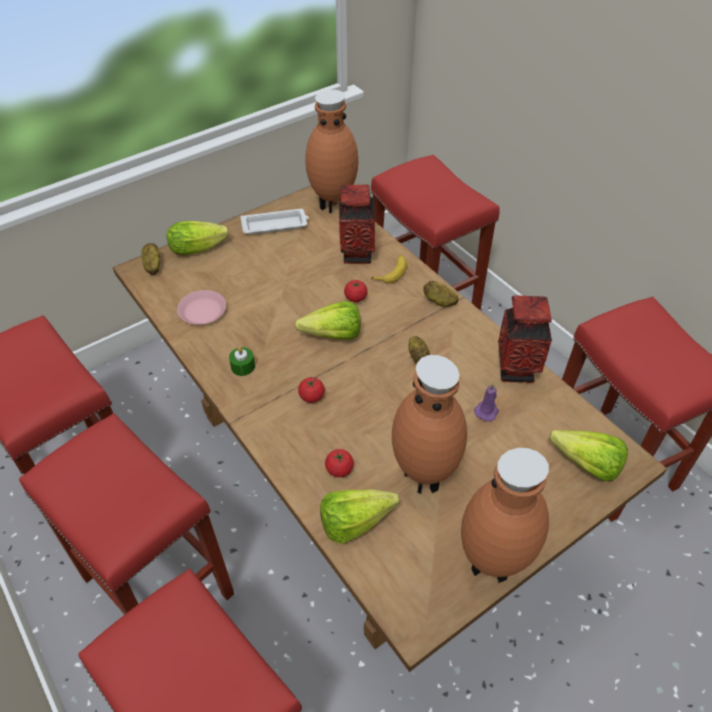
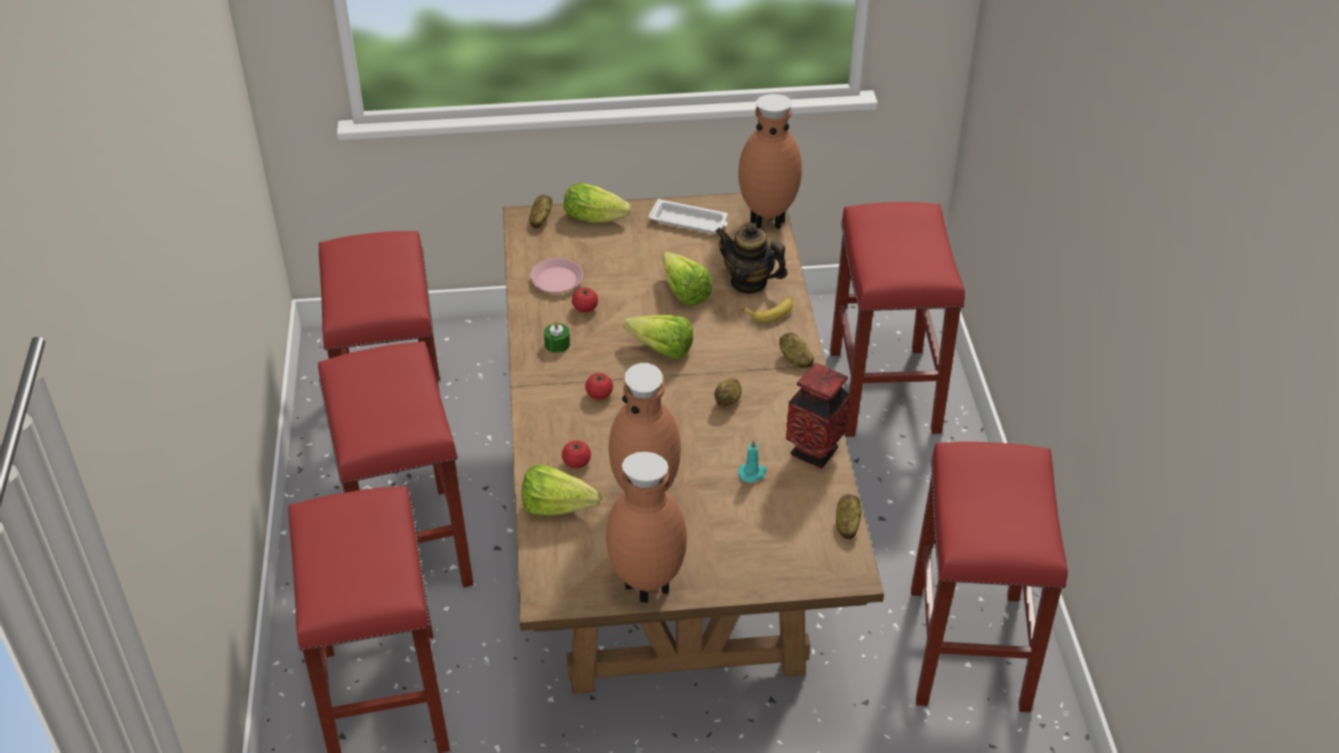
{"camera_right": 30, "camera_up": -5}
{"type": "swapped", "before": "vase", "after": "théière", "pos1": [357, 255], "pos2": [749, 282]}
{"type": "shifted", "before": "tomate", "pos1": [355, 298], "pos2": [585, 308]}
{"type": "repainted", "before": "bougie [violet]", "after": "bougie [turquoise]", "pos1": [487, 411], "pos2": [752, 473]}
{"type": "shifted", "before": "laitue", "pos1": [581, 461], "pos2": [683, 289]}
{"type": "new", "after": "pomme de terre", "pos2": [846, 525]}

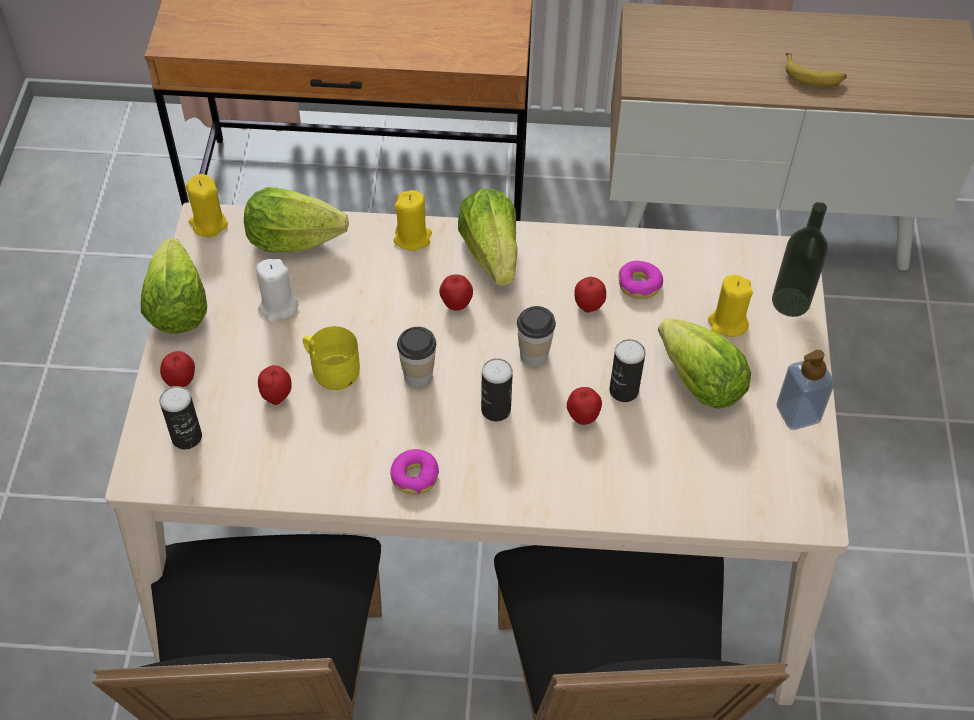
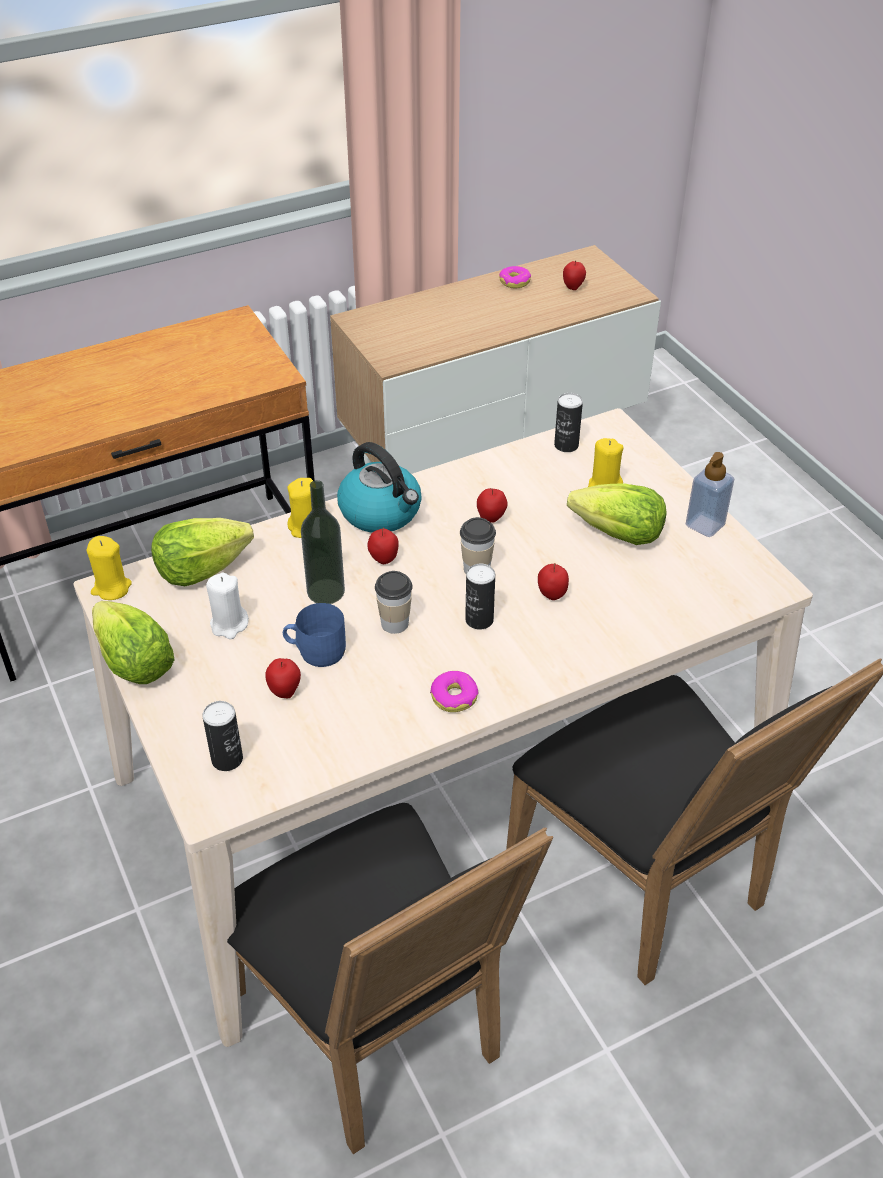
{"camera_right": -30, "camera_up": -10}
{"type": "shifted", "before": "pomme", "pos1": [181, 382], "pos2": [573, 287]}
{"type": "repainted", "before": "mug [jaune]", "after": "mug [bleu]", "pos1": [331, 368], "pos2": [315, 650]}
{"type": "swapped", "before": "laitue", "after": "bouilloire", "pos1": [491, 253], "pos2": [381, 512]}
{"type": "shifted", "before": "boîte métallique", "pos1": [623, 390], "pos2": [566, 445]}
{"type": "shifted", "before": "beignet", "pos1": [639, 285], "pos2": [515, 282]}
{"type": "shifted", "before": "bouteille", "pos1": [790, 302], "pos2": [326, 591]}
{"type": "gone", "before": "banane", "pos1": [813, 76]}

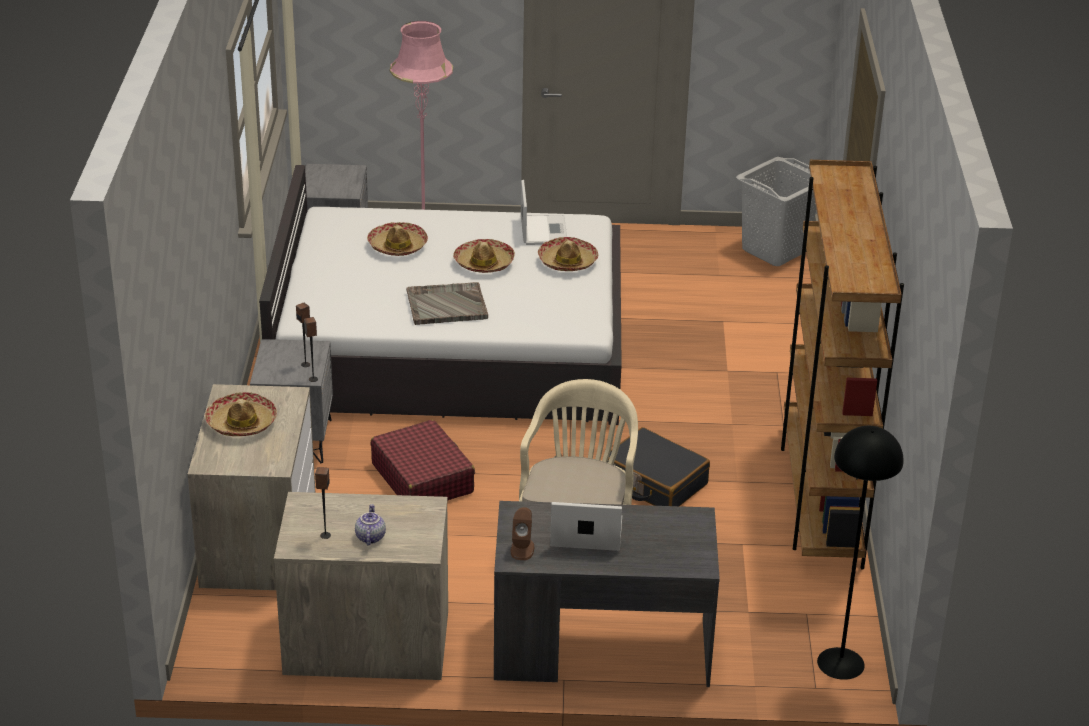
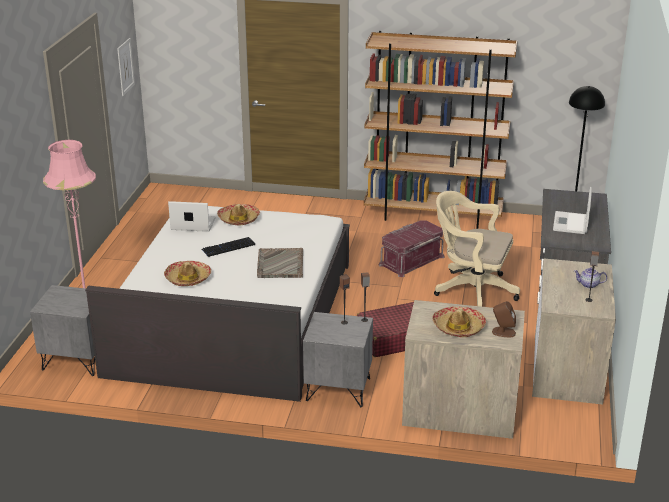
{"camera_right": -80, "camera_up": -5}
{"type": "swapped", "before": "chapeau", "after": "clavier", "pos1": [484, 263], "pos2": [228, 247]}
{"type": "shifted", "before": "enceinte [marron]", "pos1": [522, 549], "pos2": [503, 332]}
{"type": "swapped", "before": "valise [noir]", "after": "boîte de rangement [rouge]", "pos1": [654, 482], "pos2": [411, 260]}
{"type": "gone", "before": "panier à linge [gris]", "pos1": [775, 250]}
{"type": "new", "after": "tableau", "pos2": [125, 66]}

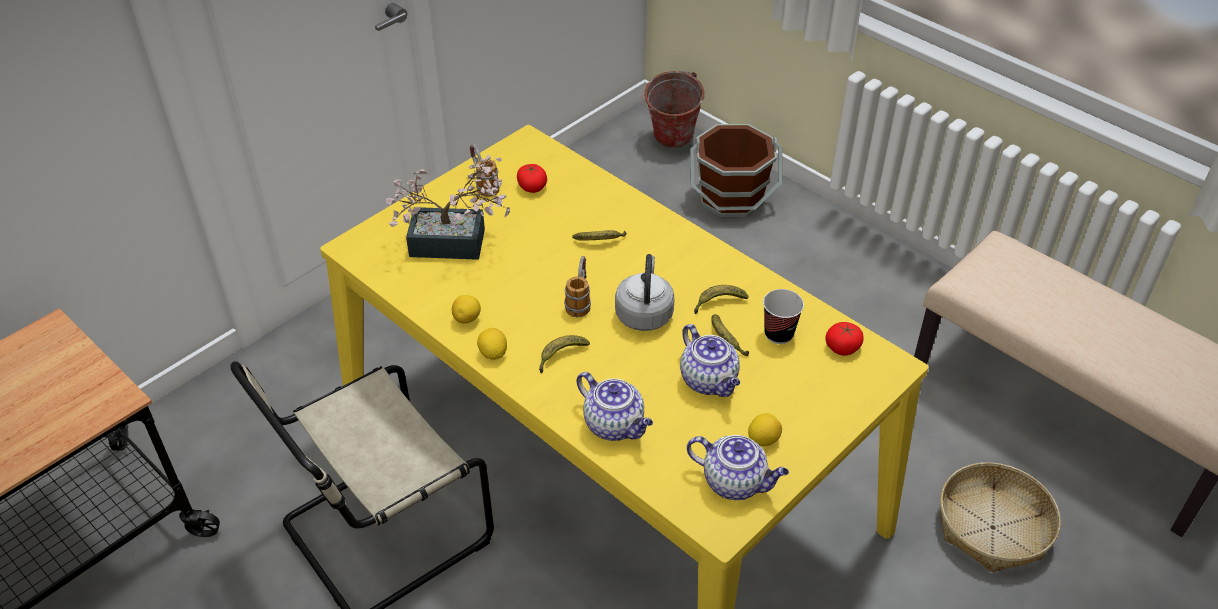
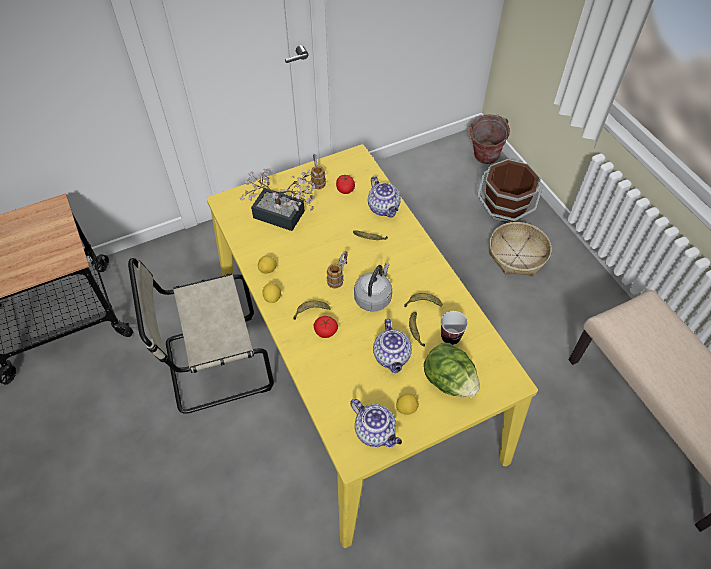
{"camera_right": 20, "camera_up": 10}
{"type": "shifted", "before": "théière", "pos1": [615, 425], "pos2": [384, 208]}
{"type": "shifted", "before": "tomate", "pos1": [842, 347], "pos2": [325, 331]}
{"type": "shifted", "before": "panier", "pos1": [993, 527], "pos2": [517, 255]}
{"type": "new", "after": "laitue", "pos2": [449, 381]}

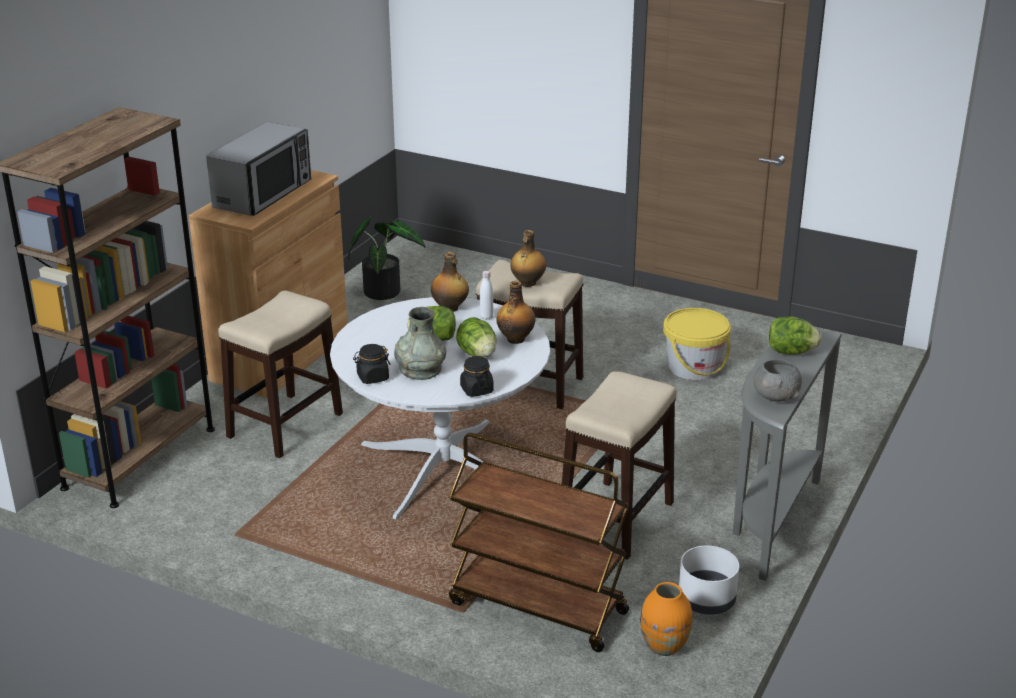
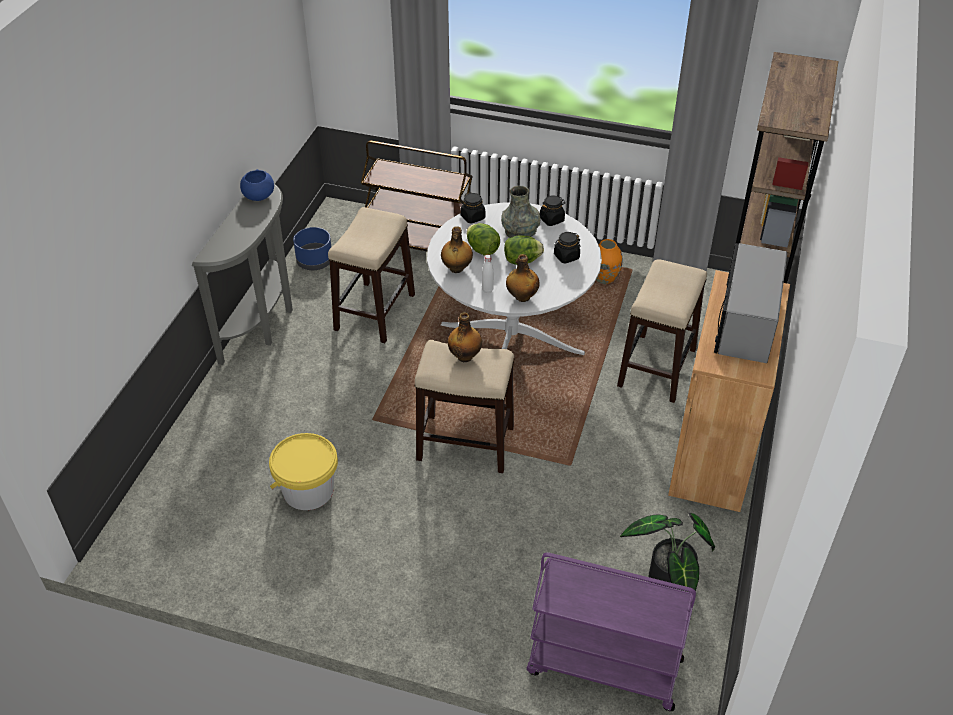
{"camera_right": 170, "camera_up": 15}
{"type": "shifted", "before": "vase [orange]", "pos1": [664, 647], "pos2": [604, 278]}
{"type": "repainted", "before": "cache-pot [blanc]", "after": "cache-pot [bleu]", "pos1": [707, 600], "pos2": [314, 261]}
{"type": "repainted", "before": "bol [gris]", "after": "bol [bleu]", "pos1": [775, 396], "pos2": [258, 196]}
{"type": "gone", "before": "laitue", "pos1": [790, 352]}
{"type": "new", "after": "chariot [violet]", "pos2": [603, 667]}
{"type": "new", "after": "bocal [noir]", "pos2": [566, 257]}

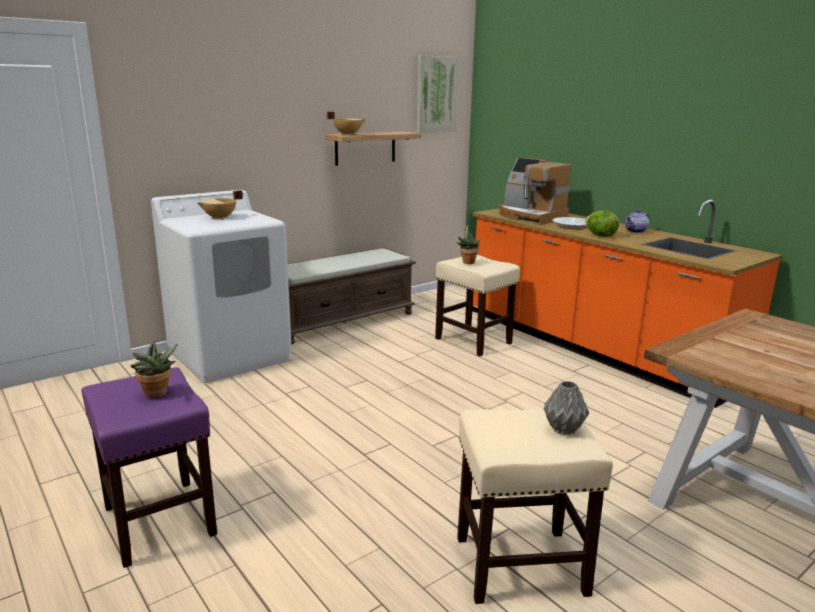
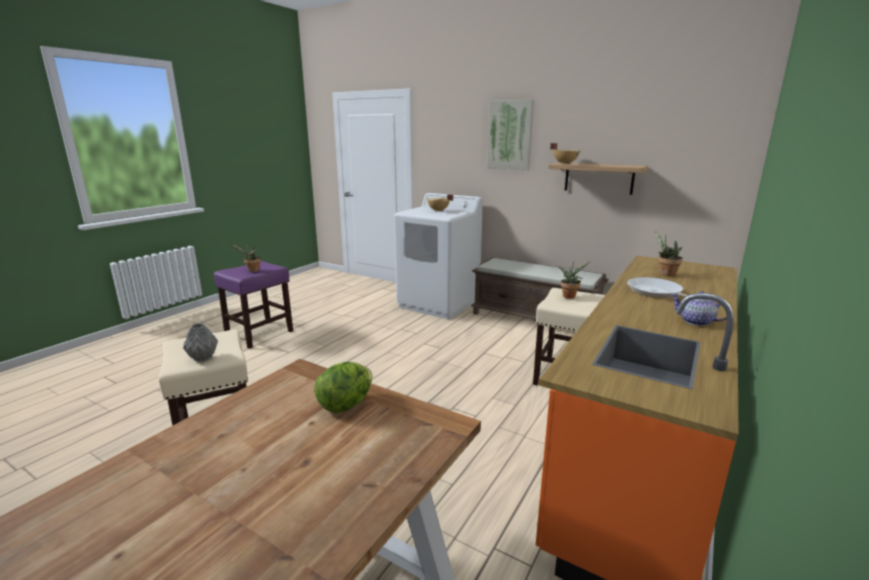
{"camera_right": 70, "camera_up": 0}
{"type": "shifted", "before": "tableau", "pos1": [436, 94], "pos2": [510, 135]}
{"type": "swapped", "before": "machine à café", "after": "plante en pot", "pos1": [531, 217], "pos2": [665, 274]}
{"type": "shifted", "before": "laitue", "pos1": [600, 235], "pos2": [346, 404]}

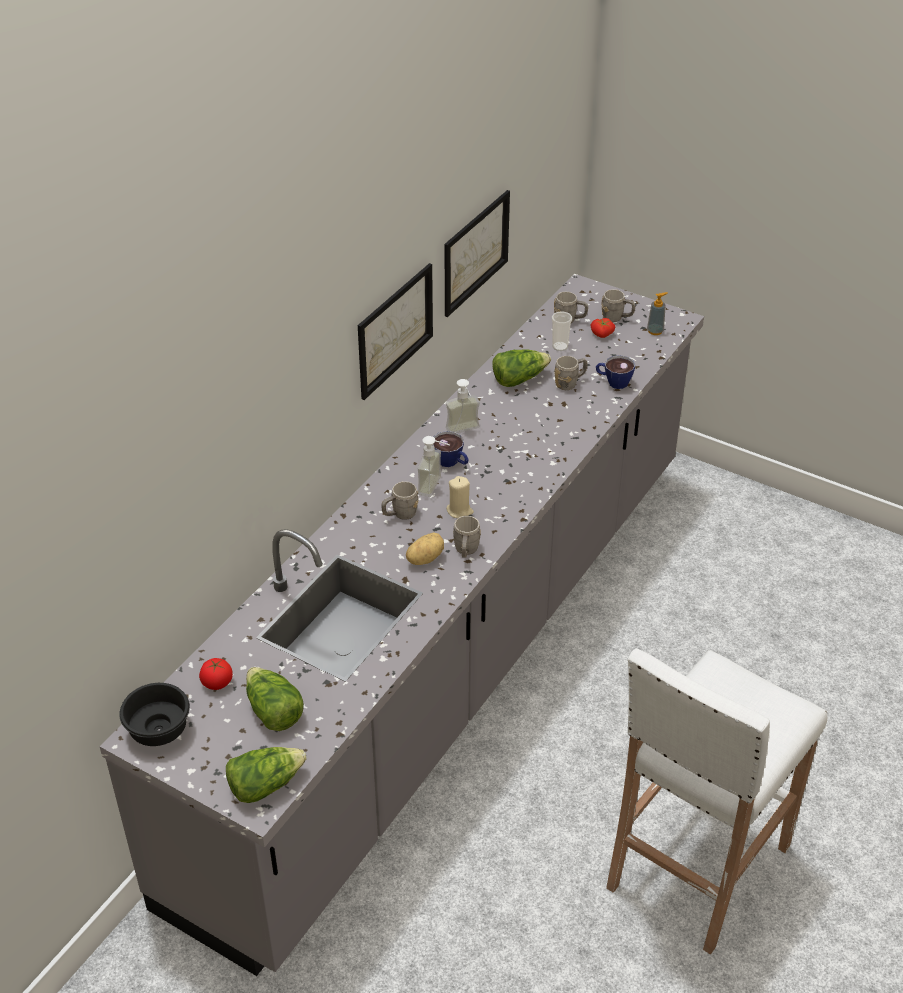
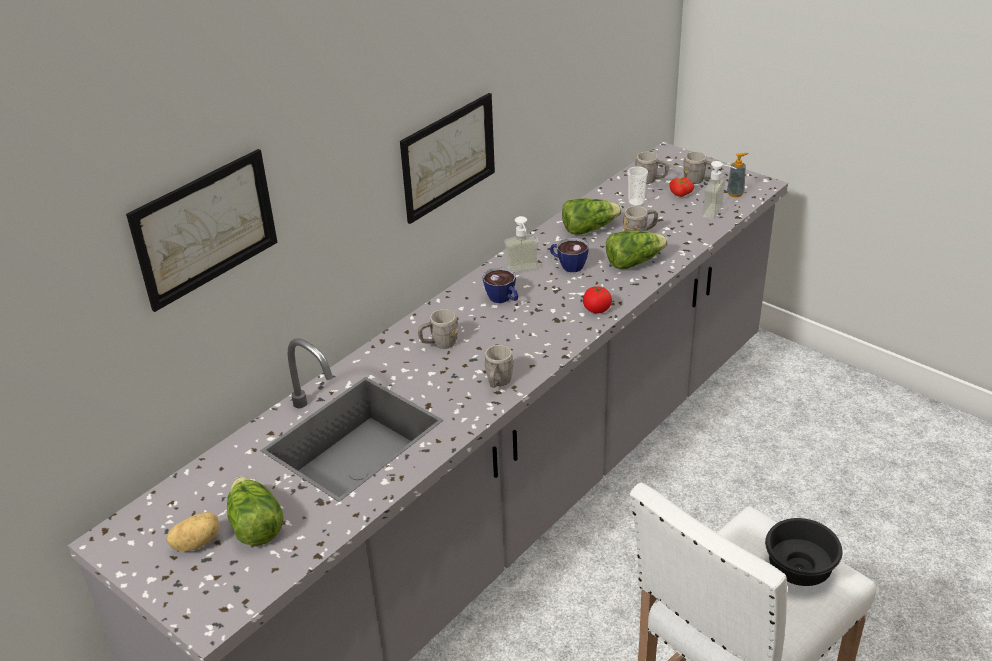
{"camera_right": 10, "camera_up": -5}
{"type": "shifted", "before": "bol [noir]", "pos1": [161, 729], "pos2": [801, 569]}
{"type": "shifted", "before": "tomate", "pos1": [217, 682], "pos2": [597, 309]}
{"type": "shifted", "before": "laitue", "pos1": [265, 784], "pos2": [633, 262]}
{"type": "shifted", "before": "pomme de terre", "pos1": [424, 558], "pos2": [196, 542]}
{"type": "shifted", "before": "distributeur de savon", "pos1": [436, 487], "pos2": [718, 213]}
{"type": "shifted", "before": "tableau", "pos1": [476, 252], "pos2": [205, 228]}
{"type": "gone", "before": "bougie [beige]", "pos1": [459, 511]}
{"type": "shifted", "before": "tasse", "pos1": [613, 382], "pos2": [568, 265]}

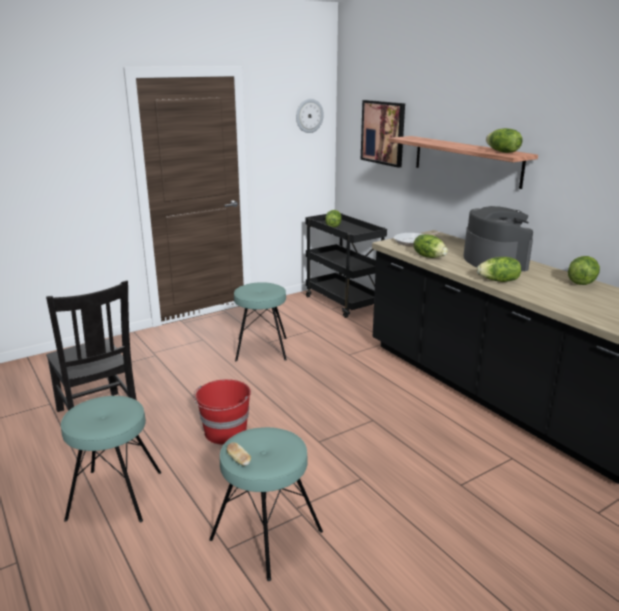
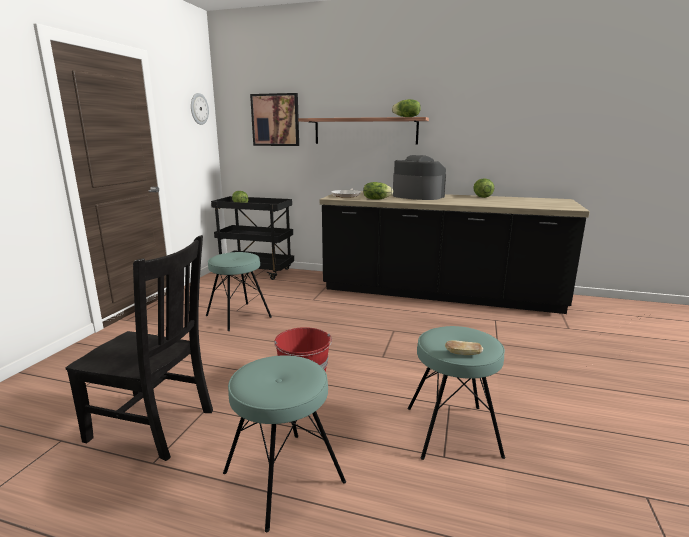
{"camera_right": -40, "camera_up": -5}
{"type": "gone", "before": "laitue", "pos1": [499, 281]}

